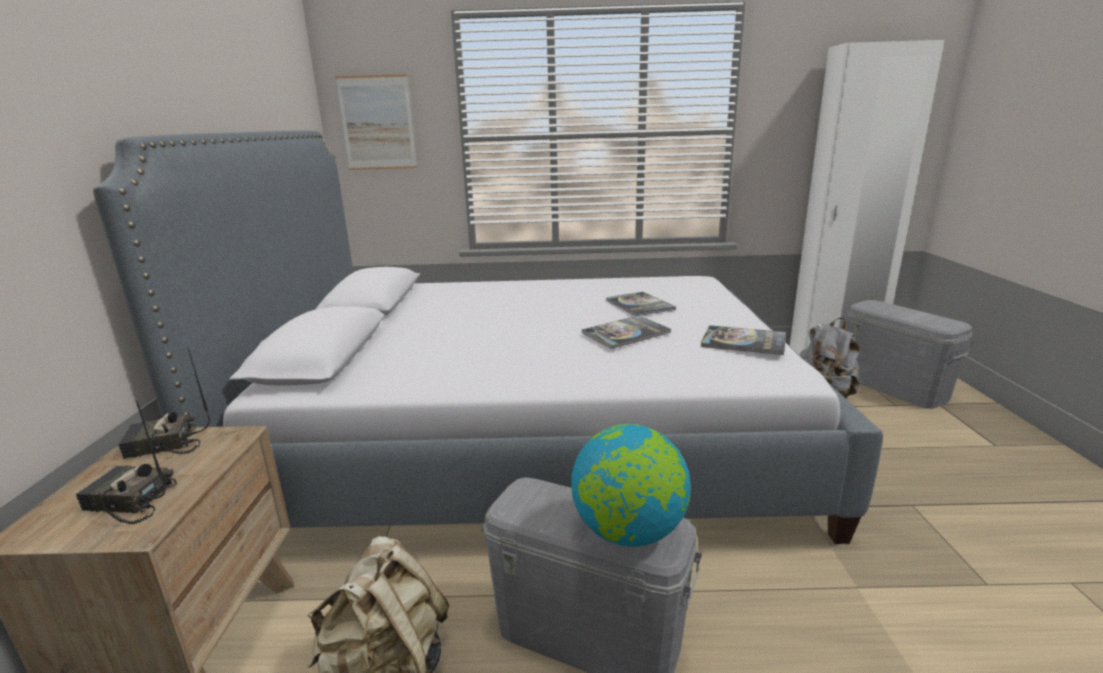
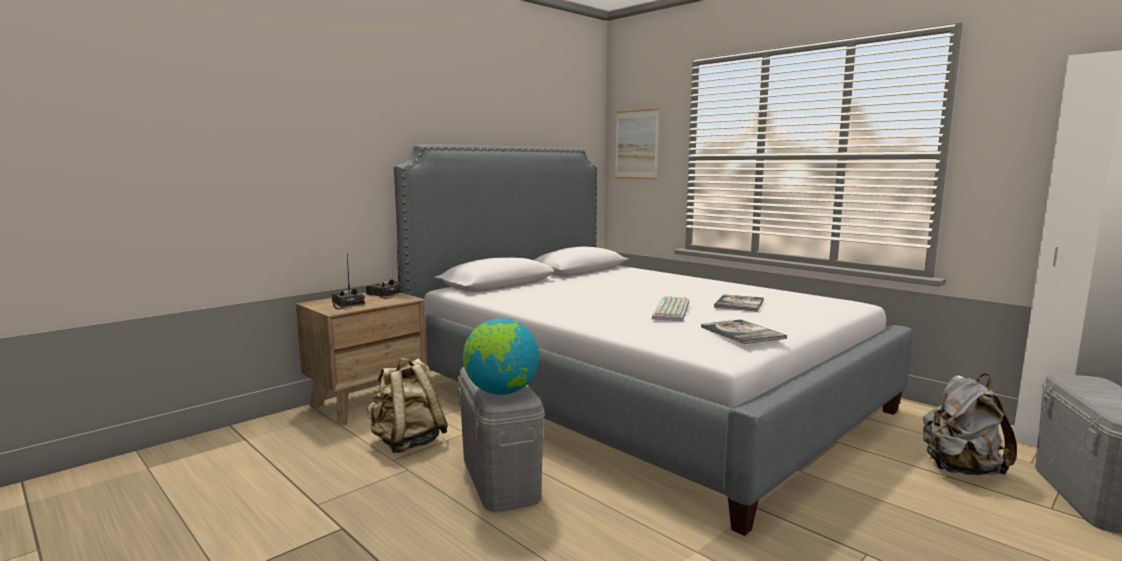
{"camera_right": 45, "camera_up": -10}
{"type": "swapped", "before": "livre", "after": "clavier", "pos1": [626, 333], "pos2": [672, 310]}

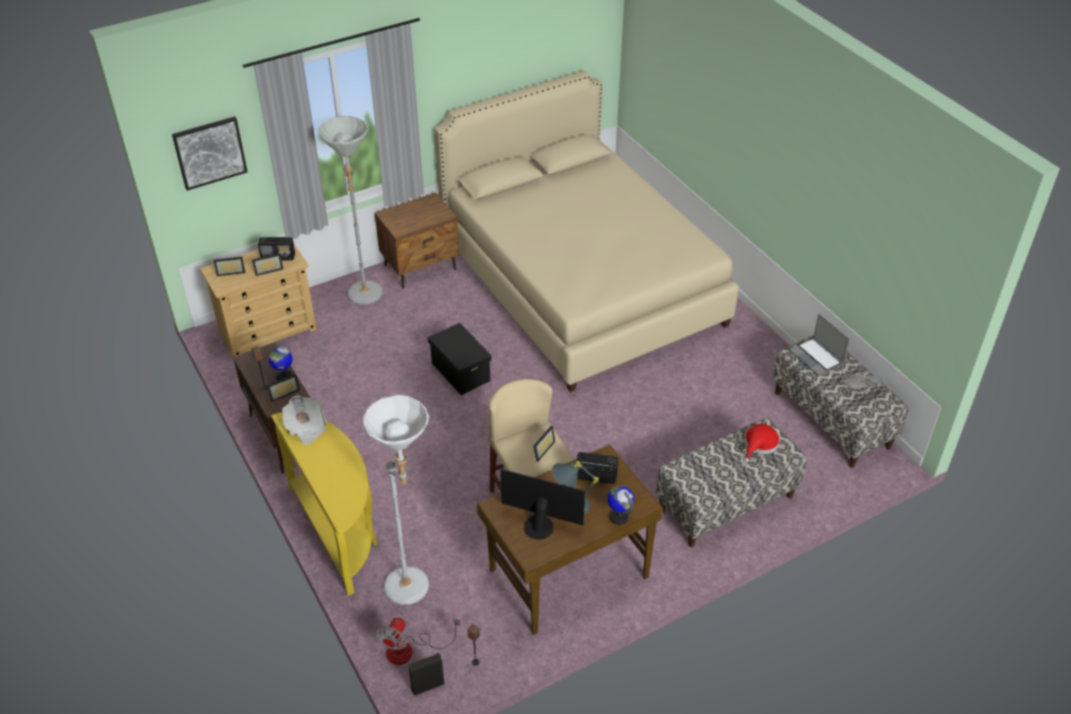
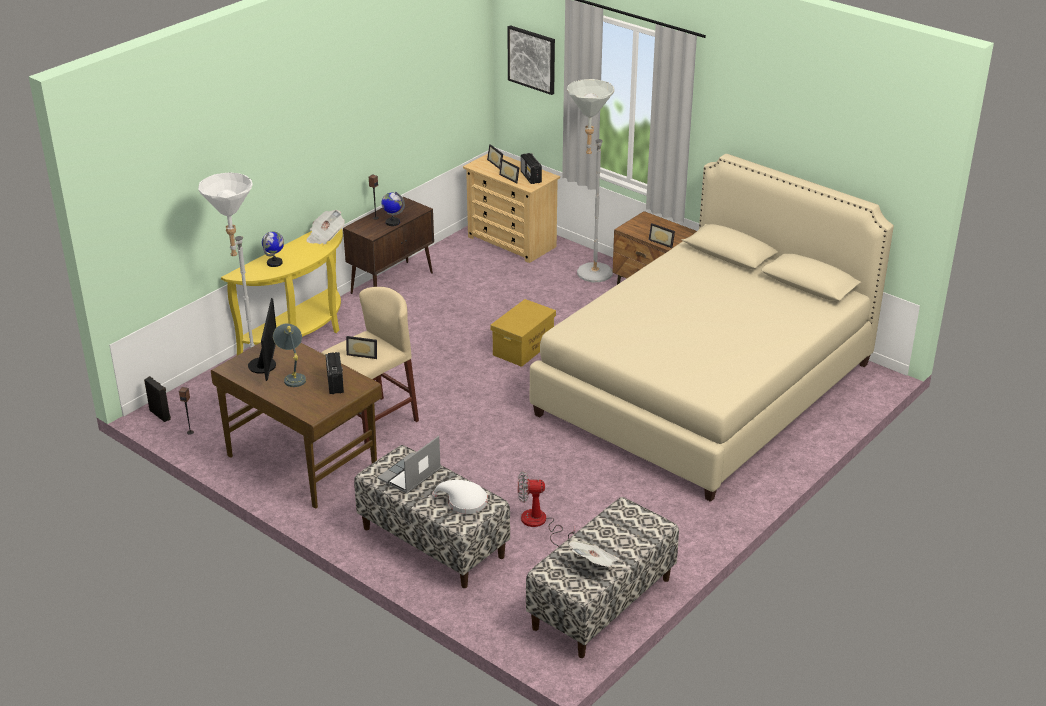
{"camera_right": 70, "camera_up": -10}
{"type": "shifted", "before": "cadre photo", "pos1": [283, 393], "pos2": [662, 242]}
{"type": "shifted", "before": "ventilateur", "pos1": [409, 650], "pos2": [540, 523]}
{"type": "repainted", "before": "boîte de rangement [noir]", "after": "boîte de rangement [jaune]", "pos1": [461, 372], "pos2": [523, 348]}
{"type": "shifted", "before": "globe", "pos1": [619, 517], "pos2": [275, 263]}
{"type": "repainted", "before": "chapeau [rouge]", "after": "chapeau [blanc]", "pos1": [760, 444], "pos2": [464, 502]}
{"type": "shifted", "before": "ordinateur portable", "pos1": [817, 358], "pos2": [409, 475]}

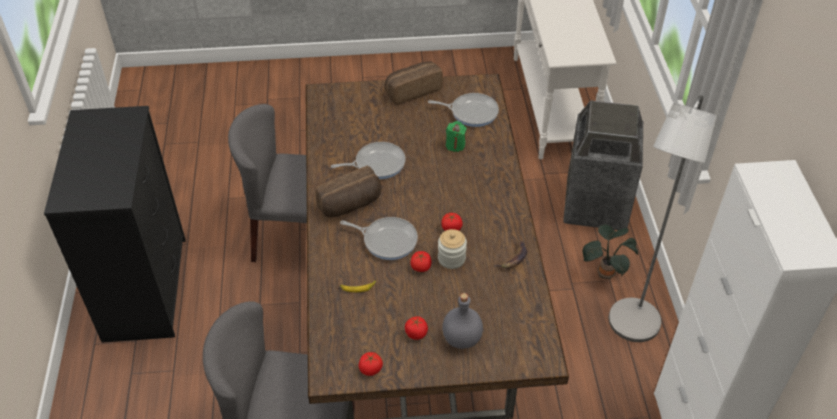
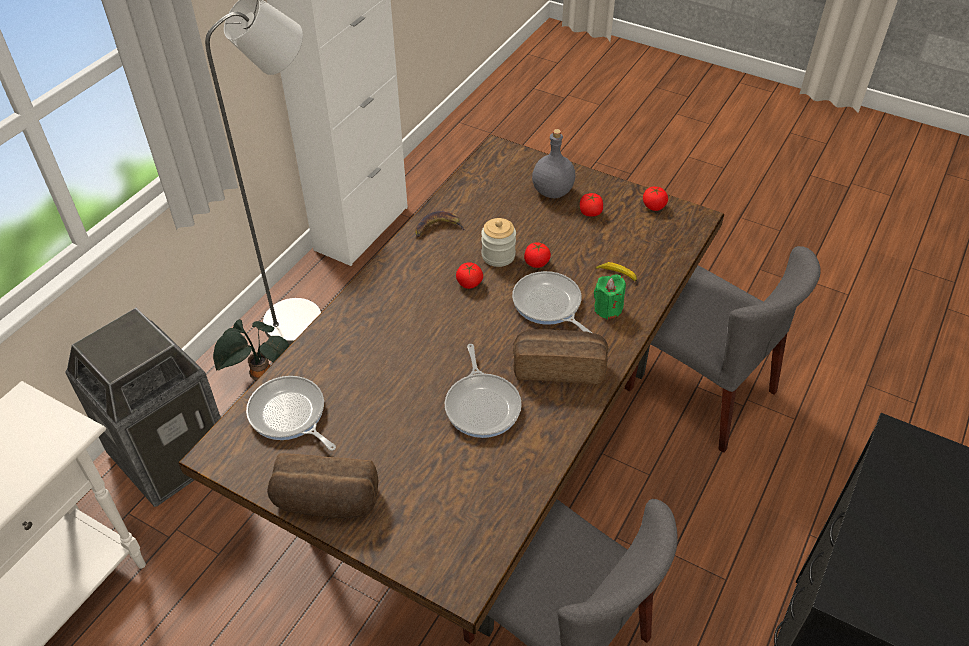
{"camera_right": -145, "camera_up": 0}
{"type": "rotated", "before": "poêle", "pos1": [377, 164], "pos2": [482, 405], "turn": -120}
{"type": "shifted", "before": "bougie [vert]", "pos1": [455, 145], "pos2": [607, 308]}

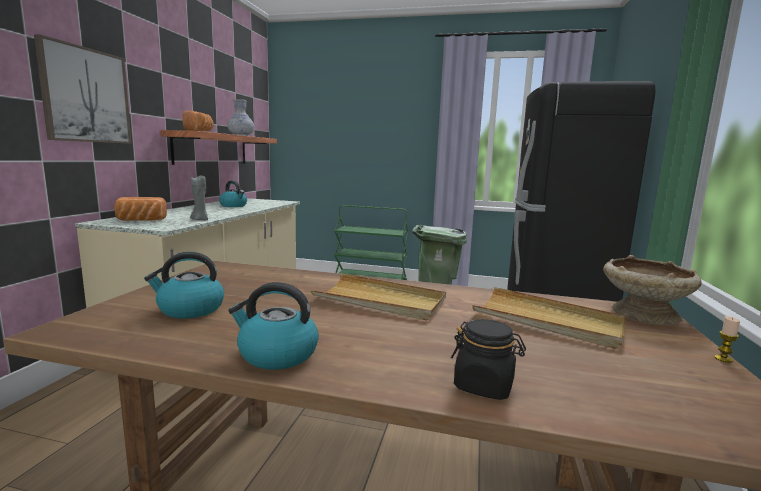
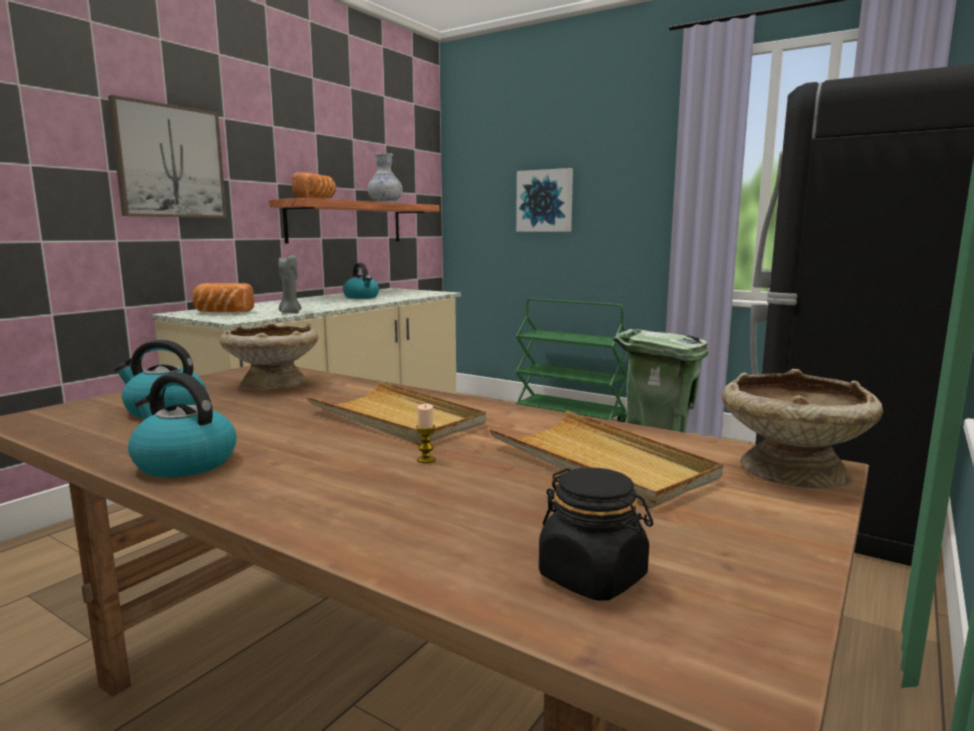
{"camera_right": 20, "camera_up": 0}
{"type": "shifted", "before": "bocal [noir]", "pos1": [484, 386], "pos2": [593, 577]}
{"type": "shifted", "before": "bougie", "pos1": [723, 359], "pos2": [426, 460]}
{"type": "new", "after": "bol [beige]", "pos2": [273, 383]}
{"type": "new", "after": "tableau", "pos2": [545, 201]}

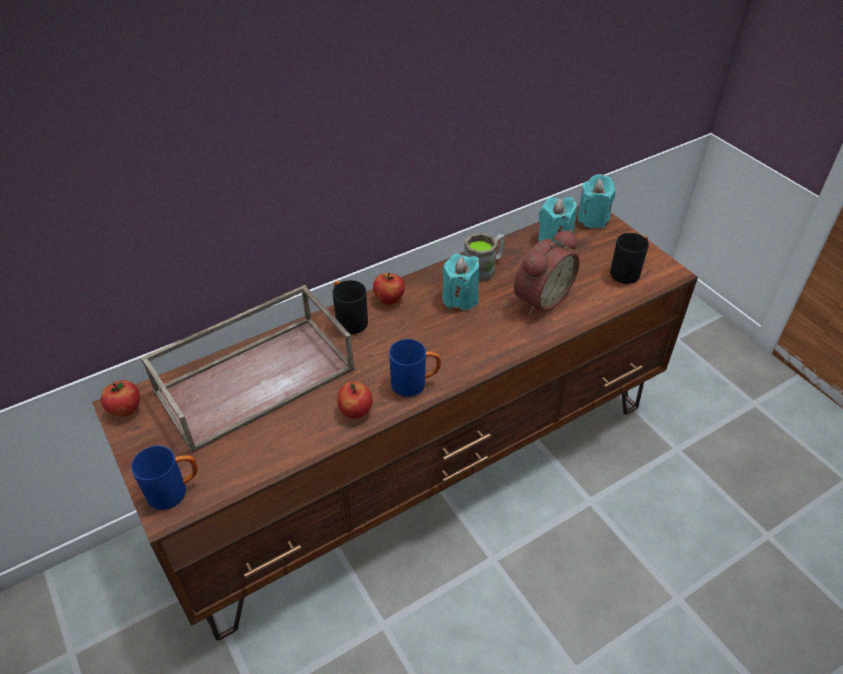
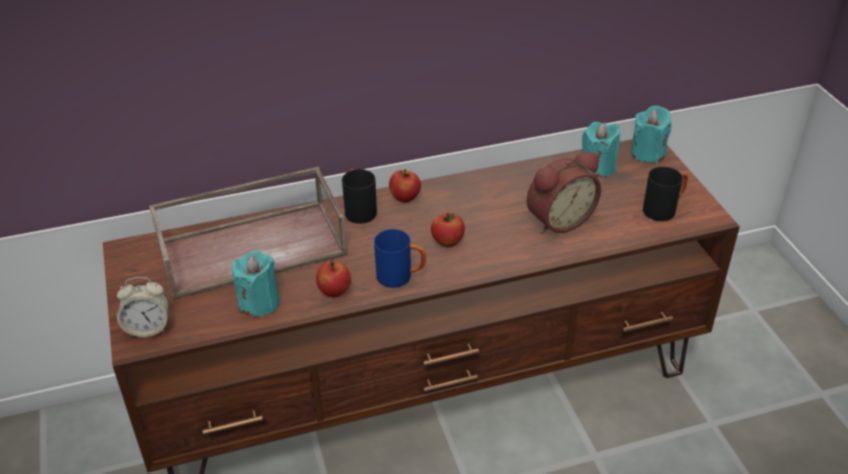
{"camera_right": 15, "camera_up": -5}
{"type": "shifted", "before": "pomme", "pos1": [126, 410], "pos2": [447, 242]}
{"type": "swapped", "before": "mug [bleu]", "after": "réveil", "pos1": [175, 491], "pos2": [148, 328]}
{"type": "shifted", "before": "bougie [turquoise]", "pos1": [460, 299], "pos2": [259, 302]}
{"type": "gone", "before": "mug [marron]", "pos1": [484, 268]}

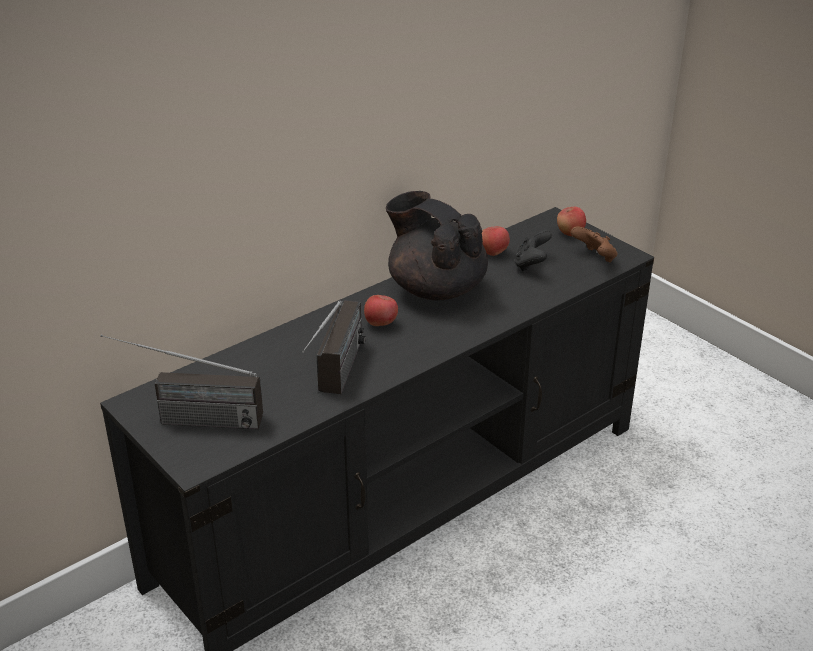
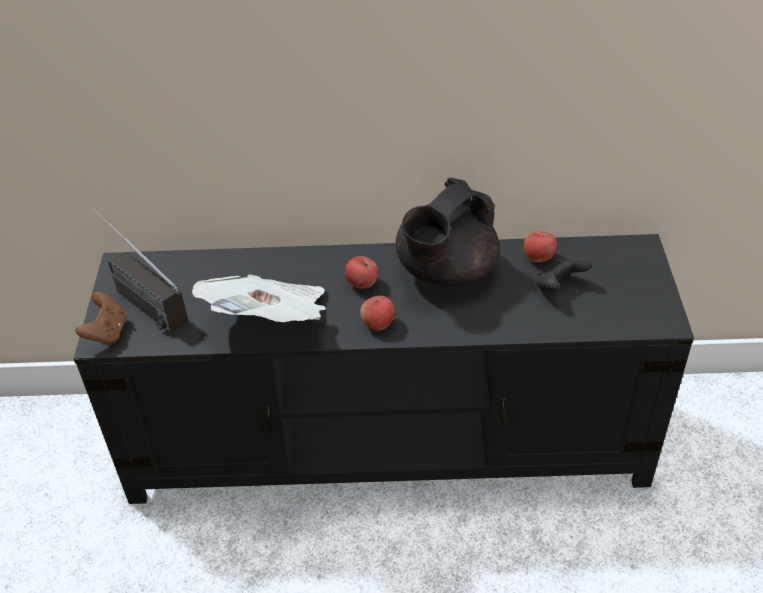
{"camera_right": 40, "camera_up": 10}
{"type": "swapped", "before": "radio", "after": "journal", "pos1": [337, 380], "pos2": [270, 321]}
{"type": "rotated", "before": "théière [noir]", "pos1": [435, 288], "pos2": [445, 271], "turn": -135}
{"type": "shifted", "before": "pomme", "pos1": [570, 233], "pos2": [378, 324]}
{"type": "shifted", "before": "manette [marron]", "pos1": [594, 258], "pos2": [107, 333]}

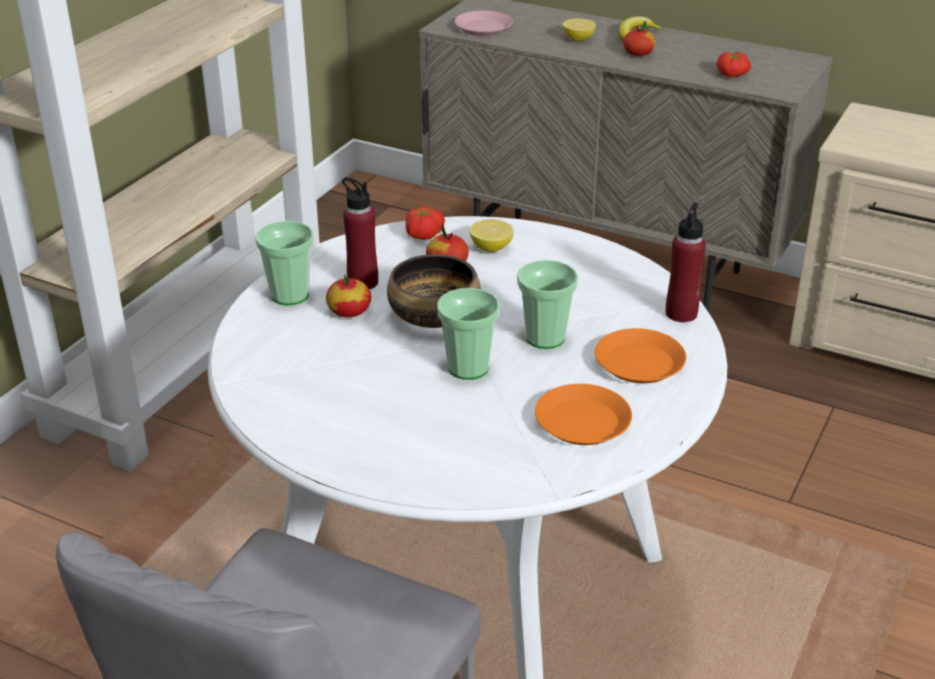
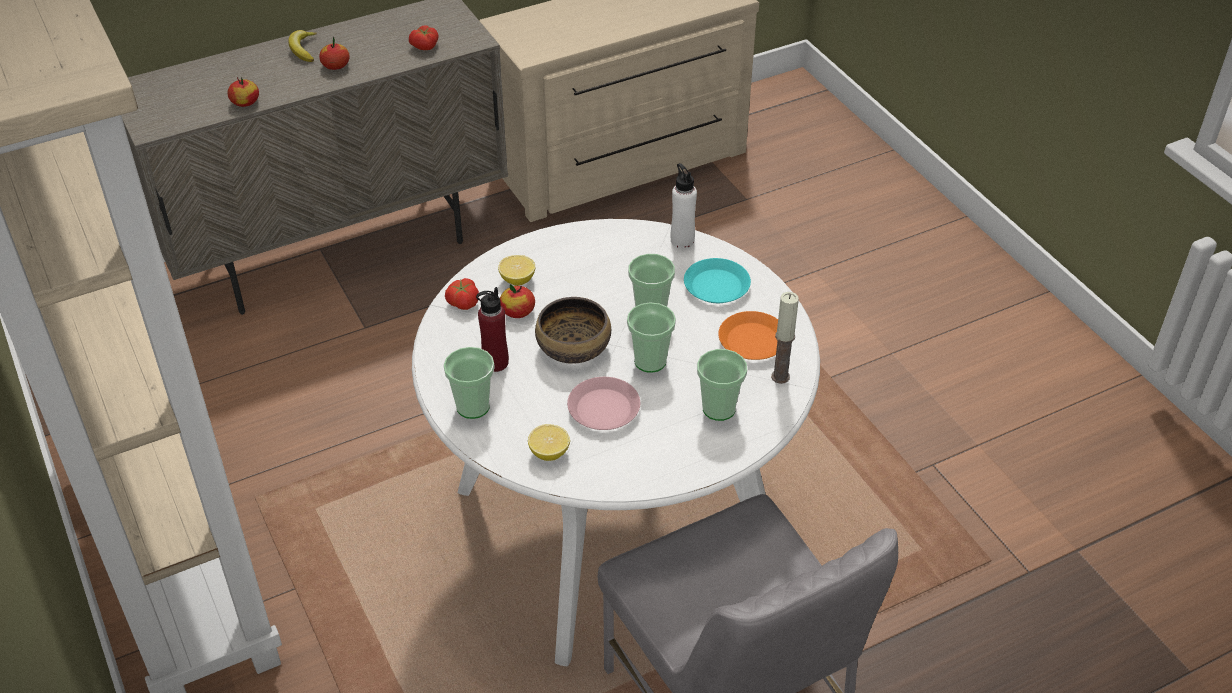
{"camera_right": -55, "camera_up": 10}
{"type": "shifted", "before": "pomme", "pos1": [349, 311], "pos2": [245, 102]}
{"type": "shifted", "before": "assiette [rose]", "pos1": [483, 28], "pos2": [604, 409]}
{"type": "shifted", "before": "citron", "pos1": [578, 39], "pos2": [549, 452]}
{"type": "repainted", "before": "assiette [orange]", "after": "assiette [turquoise]", "pos1": [640, 363], "pos2": [717, 286]}
{"type": "repainted", "before": "bouteille [rouge]", "after": "bouteille [blanc]", "pos1": [681, 313], "pos2": [682, 240]}
{"type": "new", "after": "tasse", "pos2": [719, 408]}
{"type": "new", "after": "bougie", "pos2": [780, 376]}

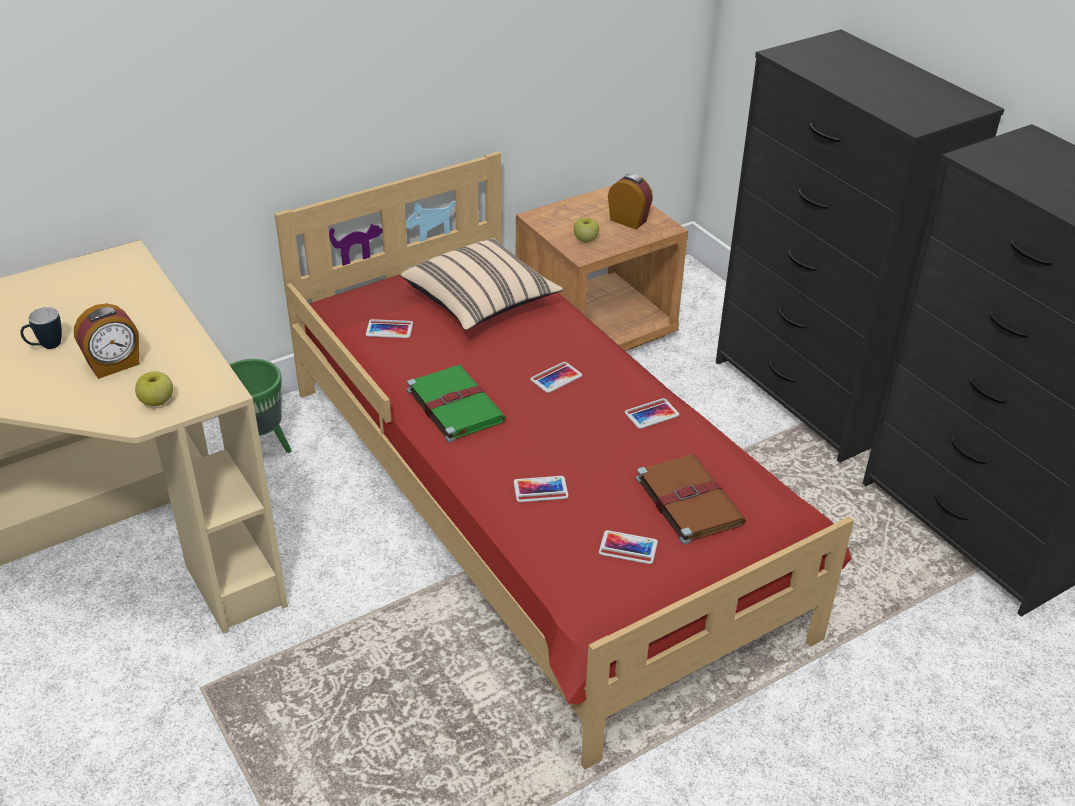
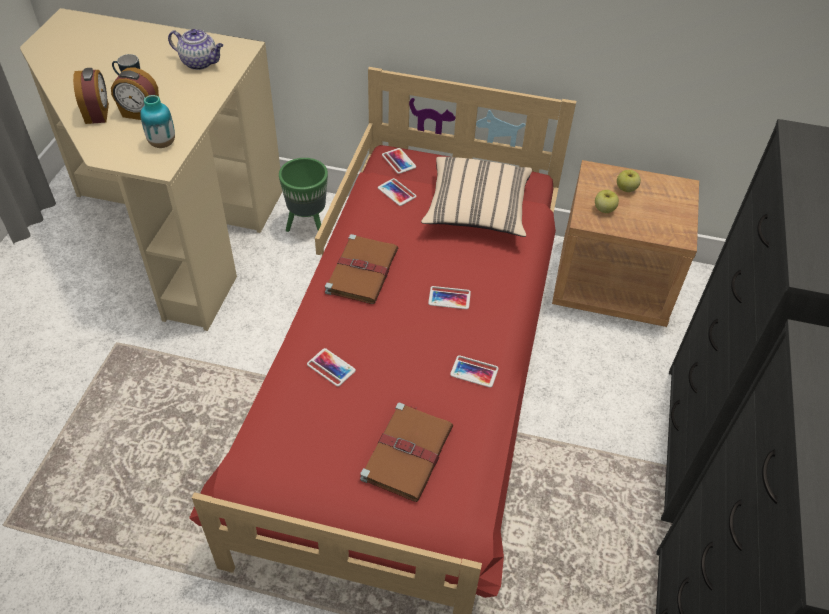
{"camera_right": 45, "camera_up": 10}
{"type": "shifted", "before": "pomme", "pos1": [157, 402], "pos2": [626, 189]}
{"type": "repainted", "before": "livre [vert]", "after": "livre [marron]", "pos1": [454, 405], "pos2": [362, 270]}
{"type": "shifted", "before": "téléphone", "pos1": [628, 547], "pos2": [399, 161]}
{"type": "shifted", "before": "réveil", "pos1": [628, 220], "pos2": [98, 113]}
{"type": "new", "after": "vase", "pos2": [162, 143]}
{"type": "new", "after": "théière", "pos2": [200, 63]}

